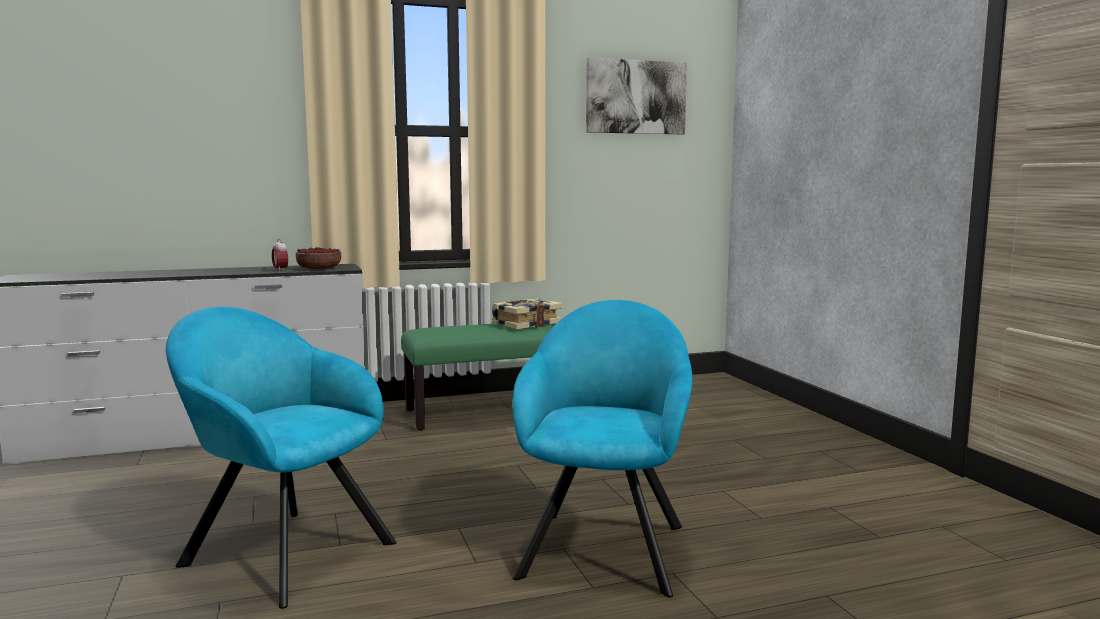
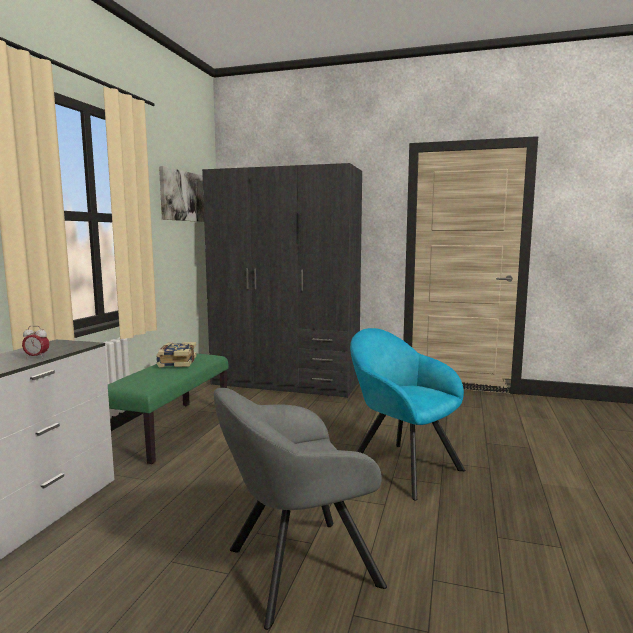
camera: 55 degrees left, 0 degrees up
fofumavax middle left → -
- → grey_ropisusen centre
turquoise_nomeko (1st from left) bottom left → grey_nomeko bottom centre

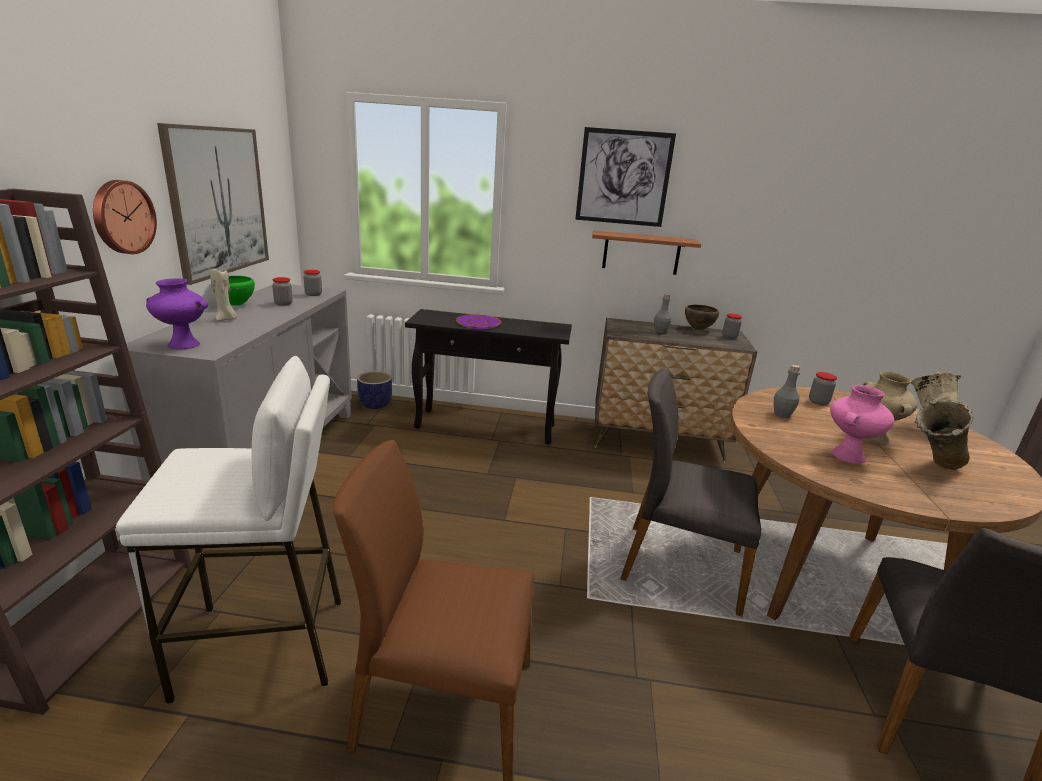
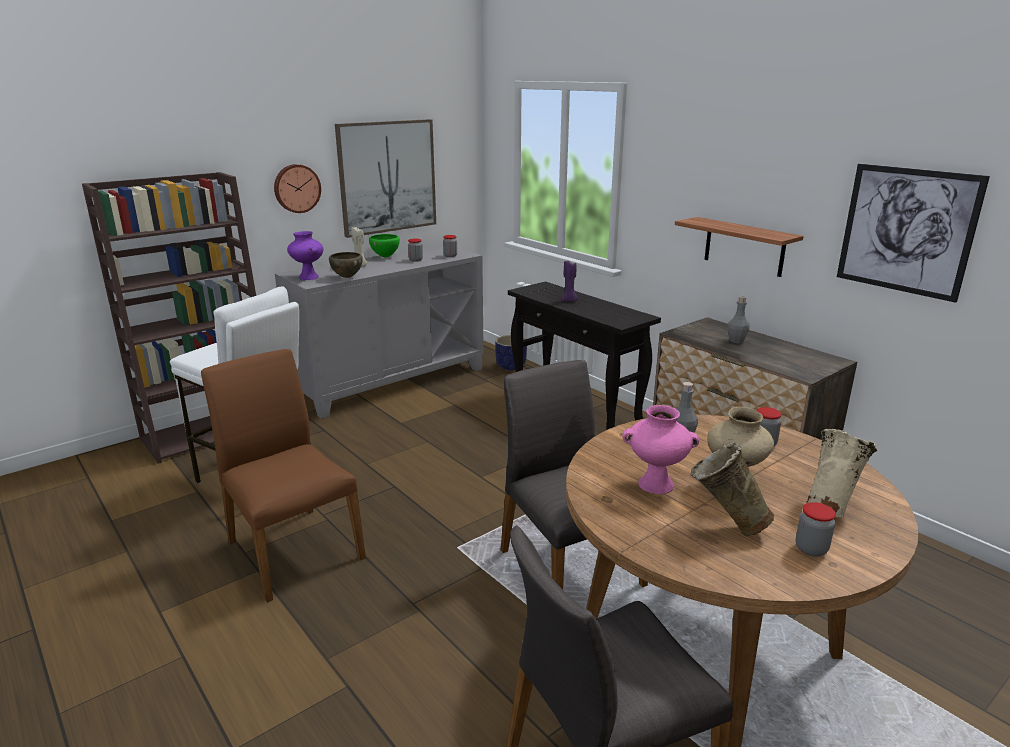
camera: 45 degrees right, 0 degrees up
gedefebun (2nd from left) top centre → gedefebun (2nd from left) top right, moved
brown_fofumavax middle right → brown_fofumavax centre, moved
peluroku (3rd from left in the first image) middle right → peluroku (4th from left) bottom right, moved
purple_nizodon centre → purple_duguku centre

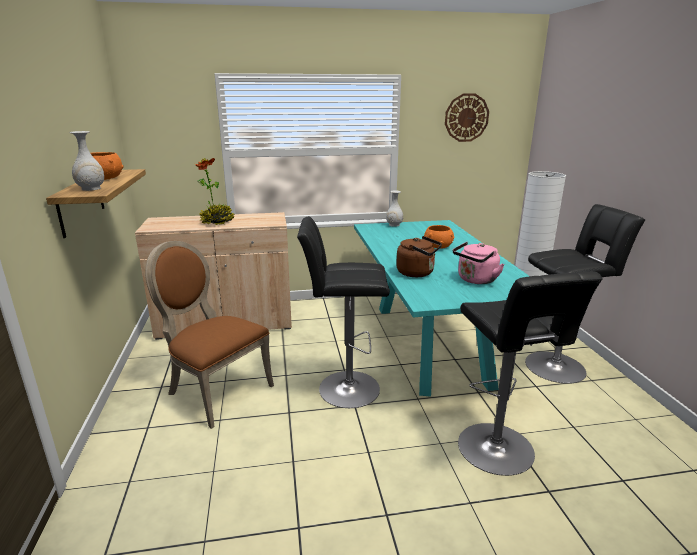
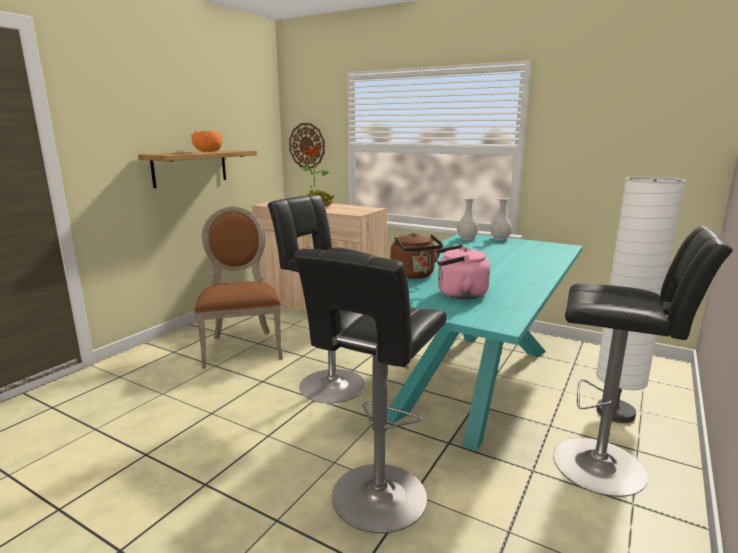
camera: 40 degrees right, 5 degrees down
orange_fofumavax (2nd from left) centre → -
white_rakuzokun (1st from left) top left → white_rakuzokun (1st from left) centre, moved
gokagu top right → gokagu top centre, moved

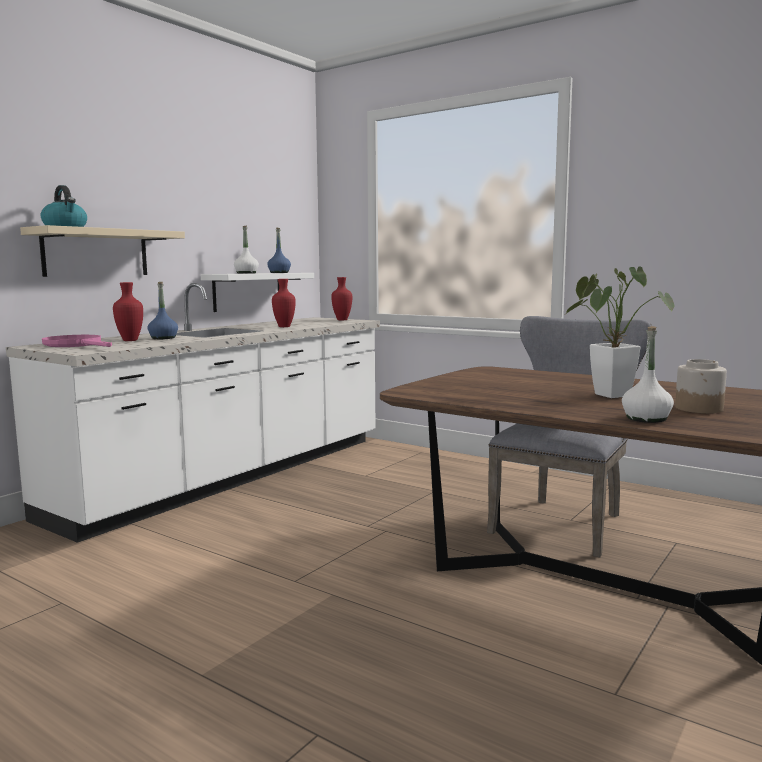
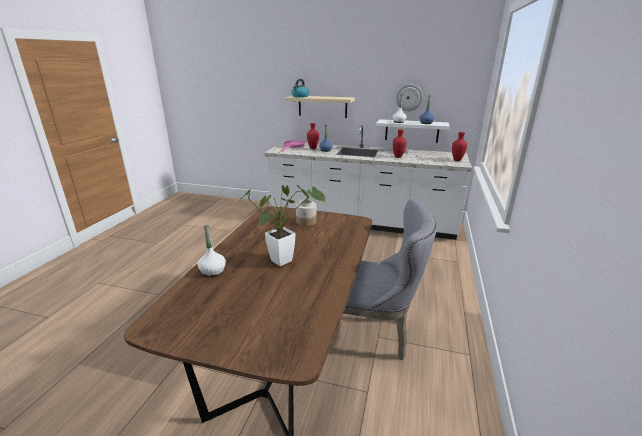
camera: 70 degrees right, 15 degrees up
- → gokagu top centre
peluroku middle right → peluroku centre, moved

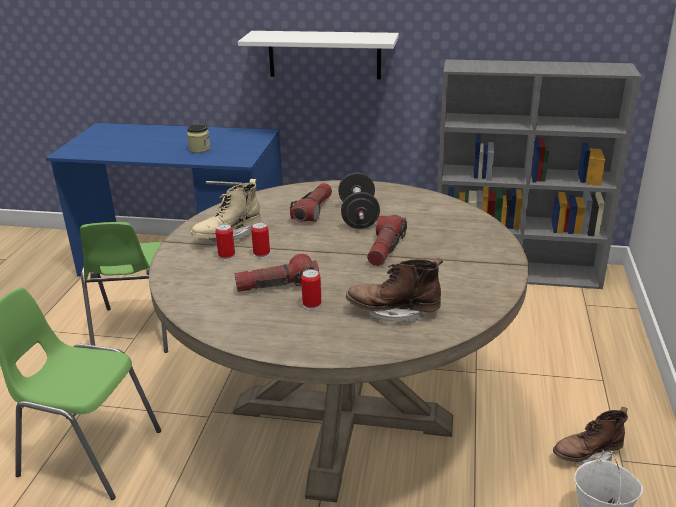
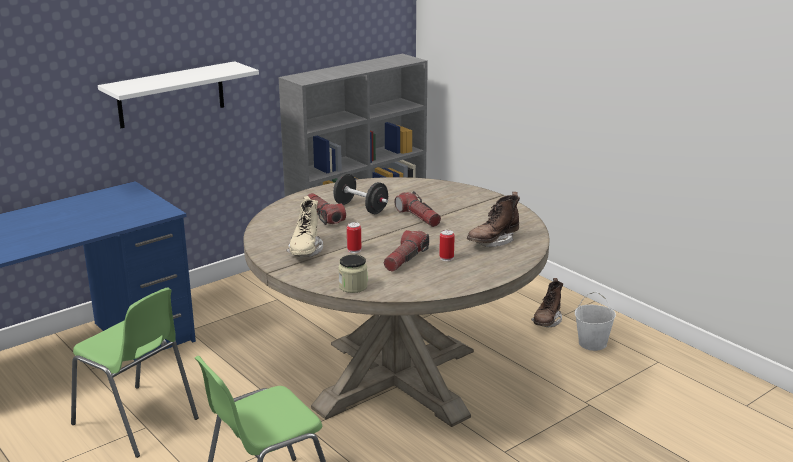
camera: 50 degrees left, 5 degrees down
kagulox (1st from left) middle left → -
peluroku top left → peluroku centre, moved

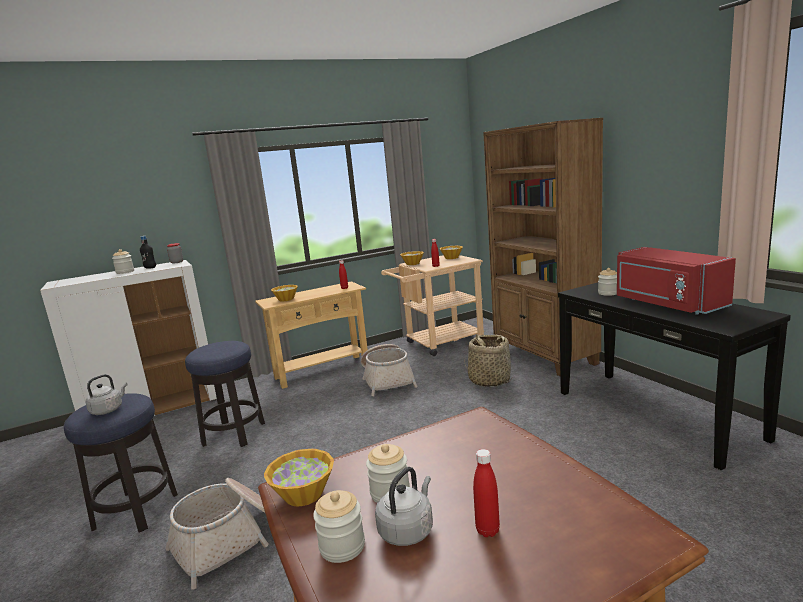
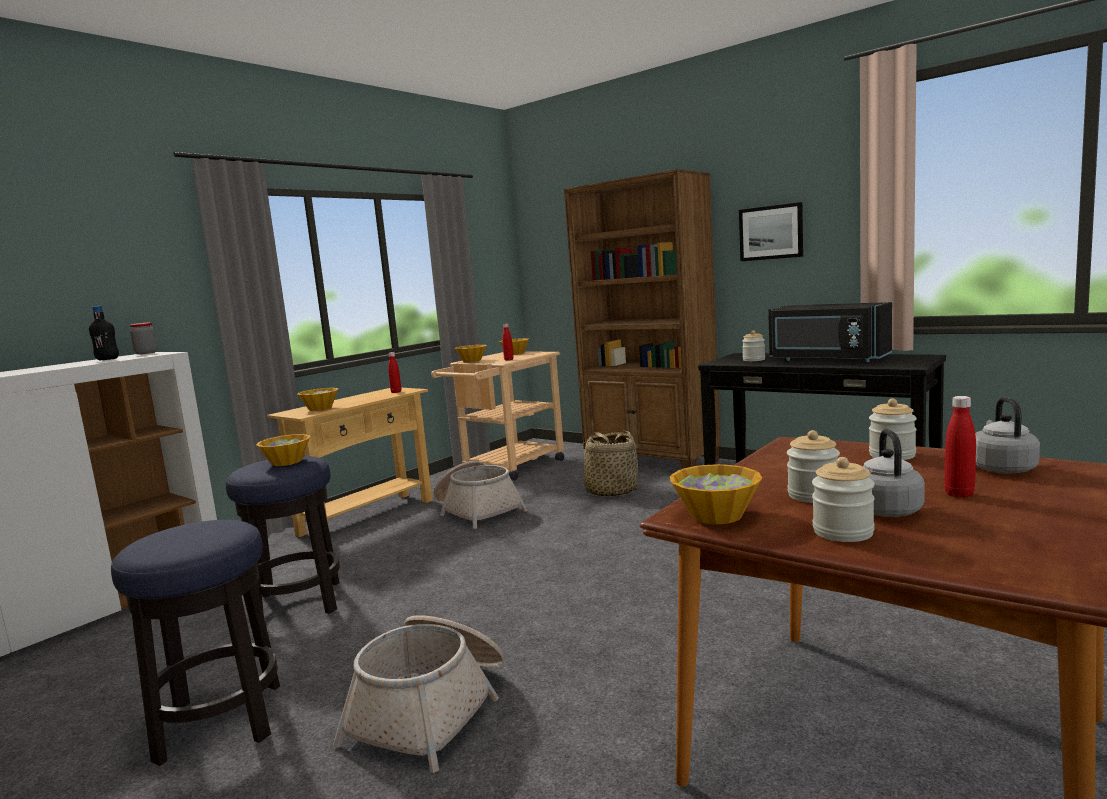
camera: 25 degrees left, 5 degrees down
- → fofumavax (1st from left) middle left
- → gedefebun top right
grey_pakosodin (1st from left in the first image) middle left → grey_pakosodin (2nd from left) middle right, moved
peluroku (1st from left in the first image) middle left → peluroku (5th from left) middle right, moved
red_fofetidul middle right → black_fofetidul middle right

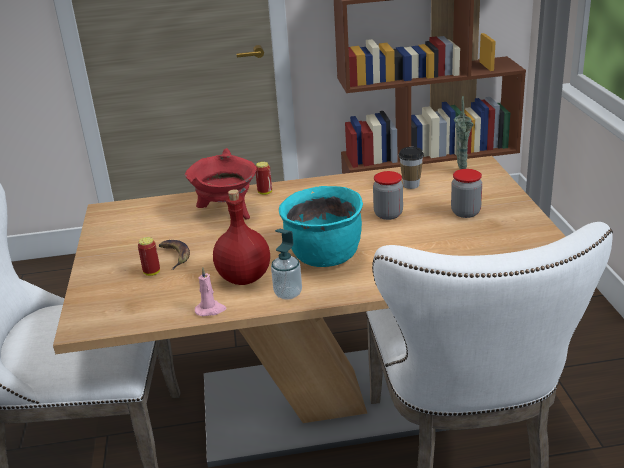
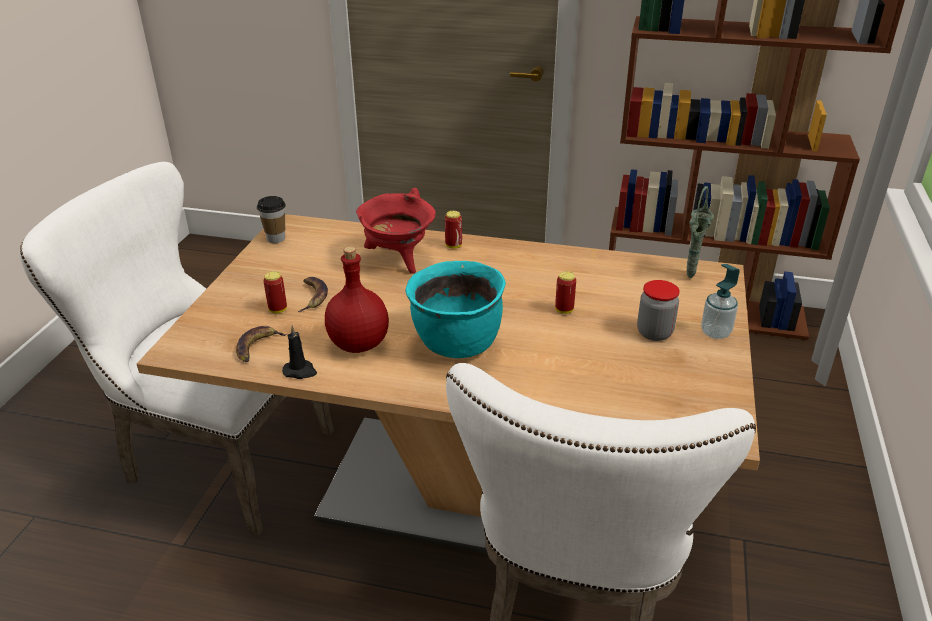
camera: 20 degrees right, 5 degrees up
- → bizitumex (1st from left) middle left
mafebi centre → mafebi middle right, moved
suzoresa centre → suzoresa middle left, moved
peluroku (1st from left) centre → kagulox (3rd from left) centre
pink_duguku centre → black_duguku middle left

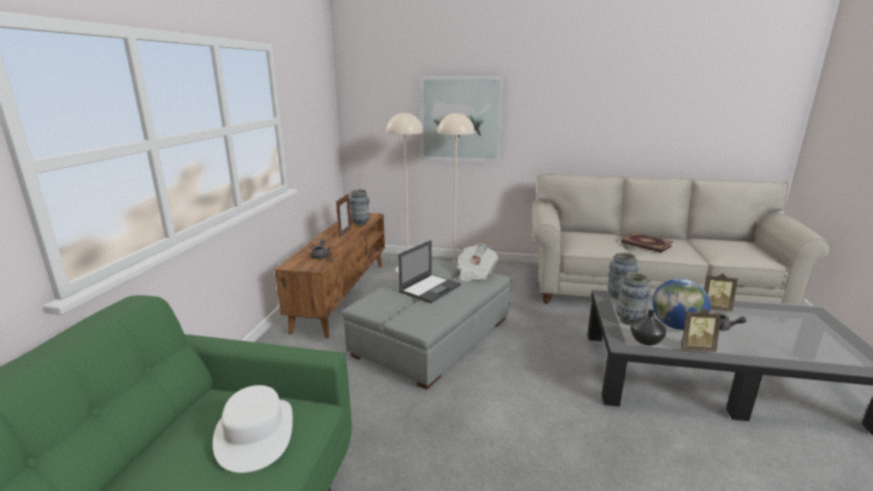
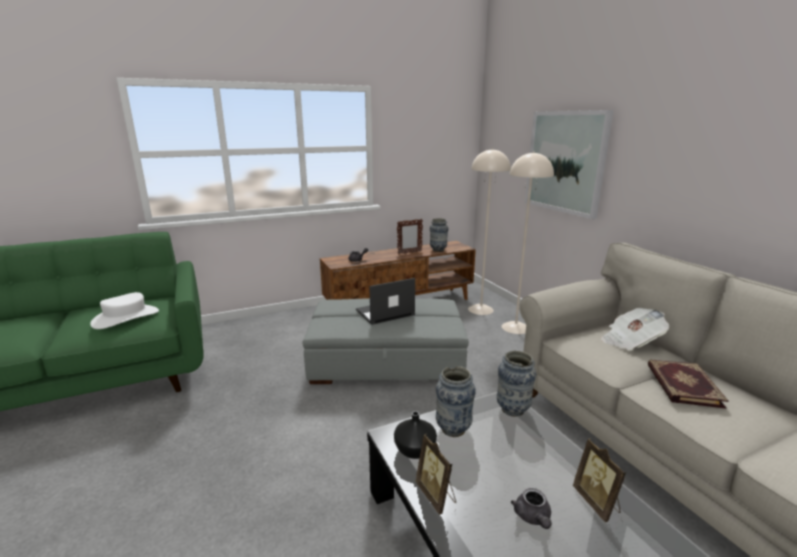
camera: 55 degrees right, 0 degrees up
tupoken middle right → -
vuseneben centre → vuseneben middle right, moved
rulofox centre, 150 degrees clockwise

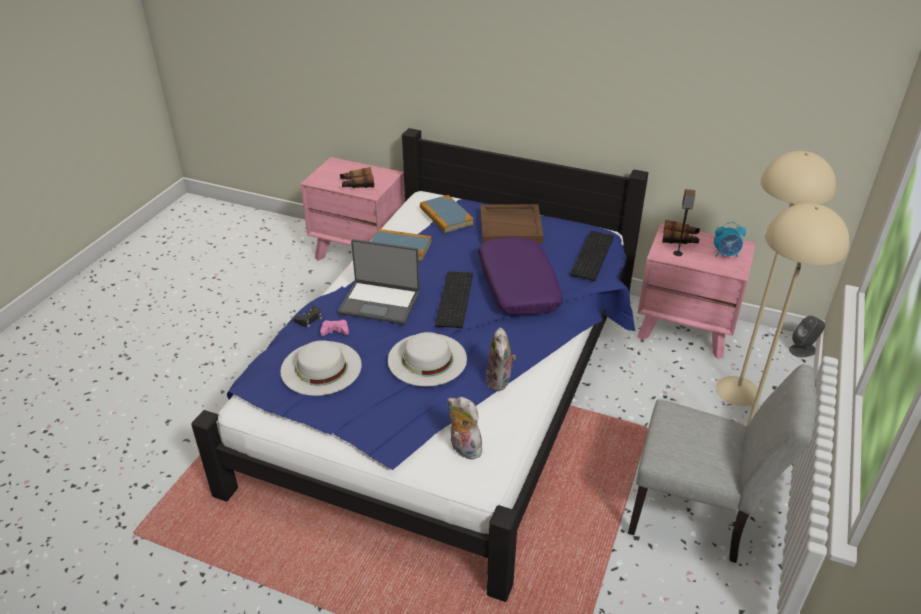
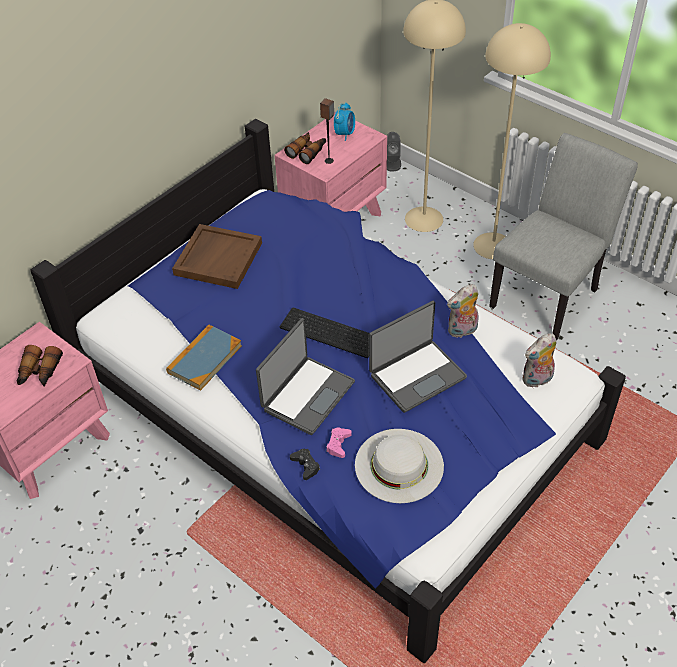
camera: 70 degrees left, 10 degrees up
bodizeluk (2nd from left) centre → -
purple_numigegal centre → -
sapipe (2nd from left) centre → -
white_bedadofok (2nd from left) centre → rulofox (2nd from left) centre
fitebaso (2nd from left in the first image) centre → fitebaso (1st from left) middle right, 135 degrees clockwise

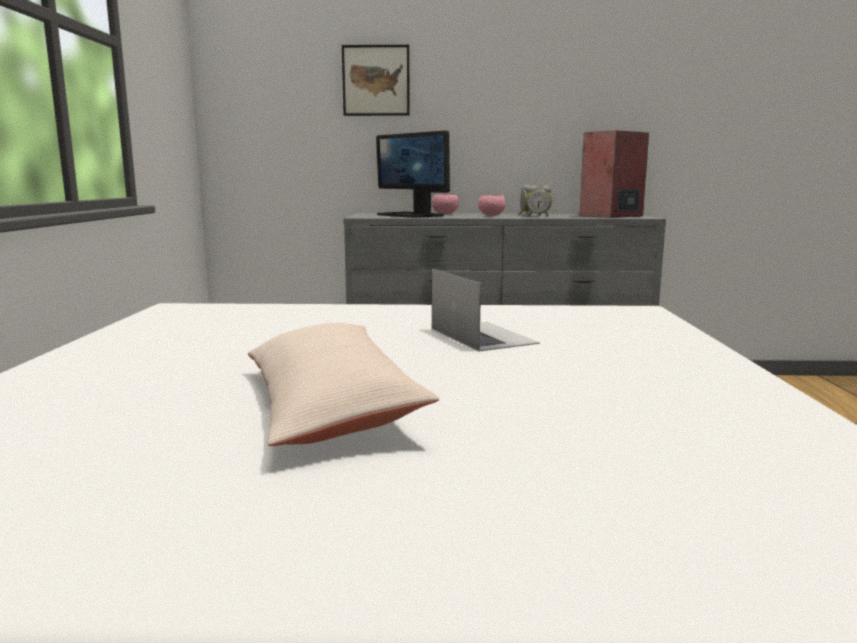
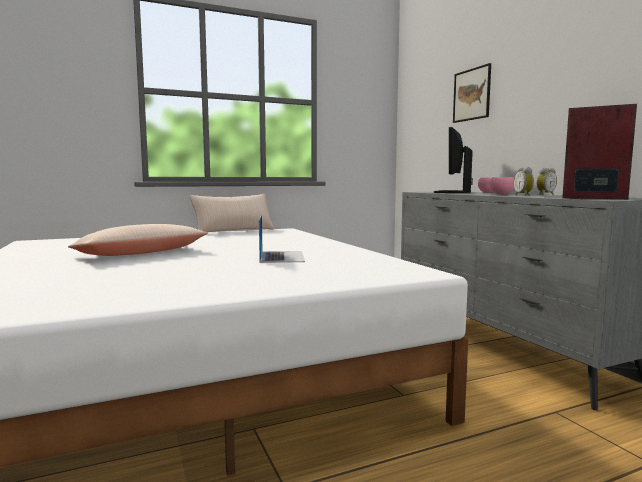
camera: 65 degrees right, 5 degrees down
- → beige_numigegal (2nd from left) centre
rulofox centre, 45 degrees counterclockwise

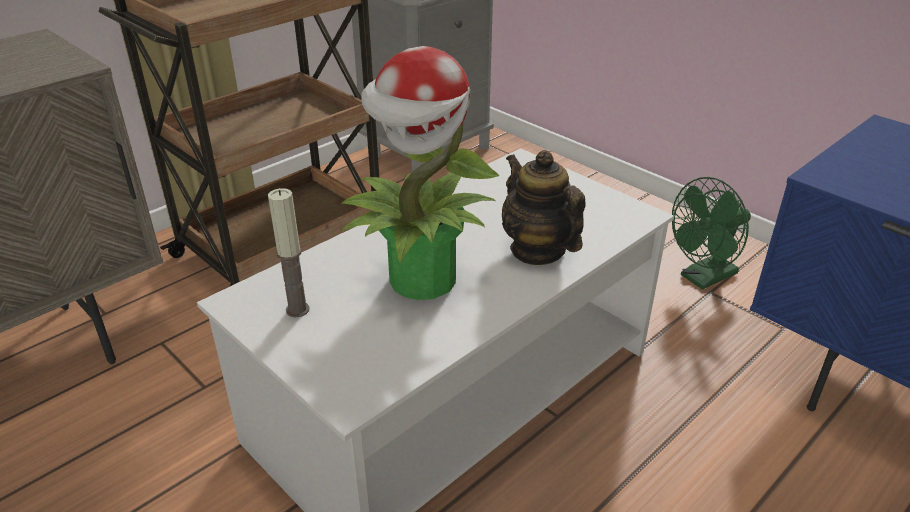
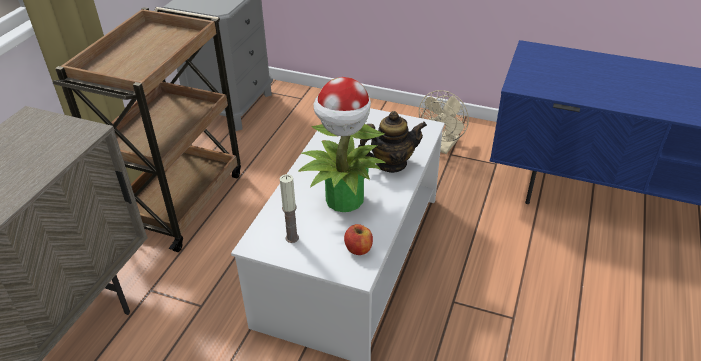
camera: 25 degrees left, 5 degrees up
- → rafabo centre
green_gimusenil middle right → beige_gimusenil centre
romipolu centre, 135 degrees clockwise

